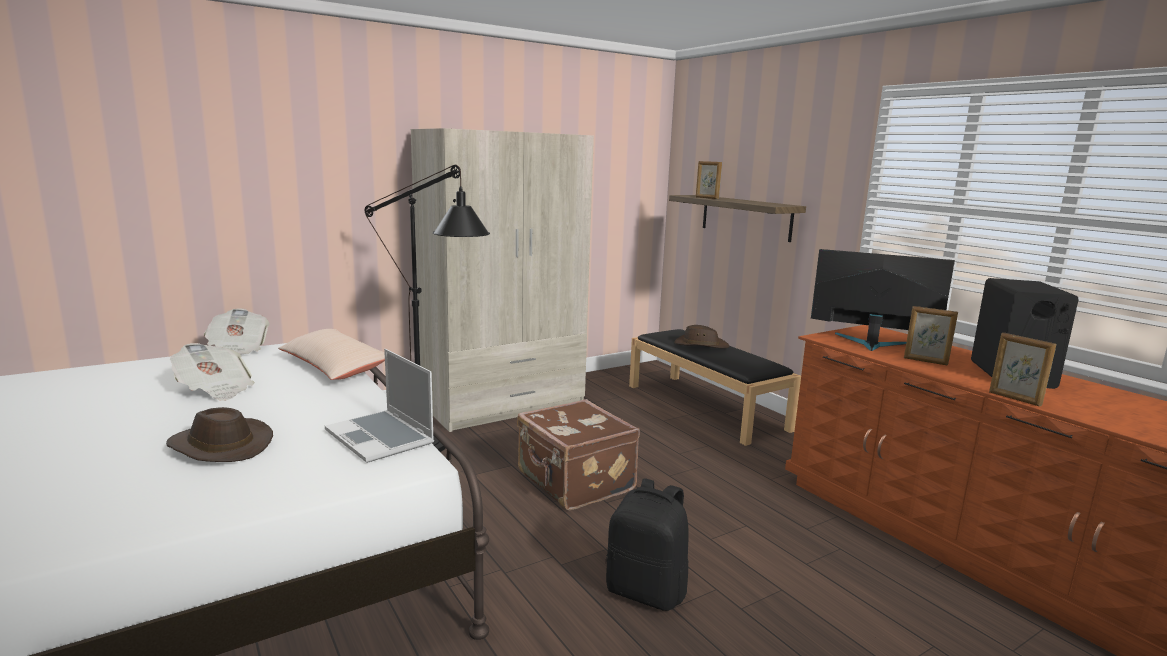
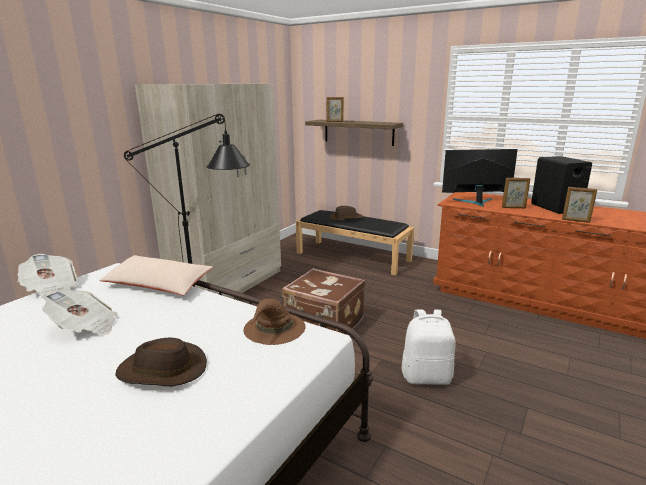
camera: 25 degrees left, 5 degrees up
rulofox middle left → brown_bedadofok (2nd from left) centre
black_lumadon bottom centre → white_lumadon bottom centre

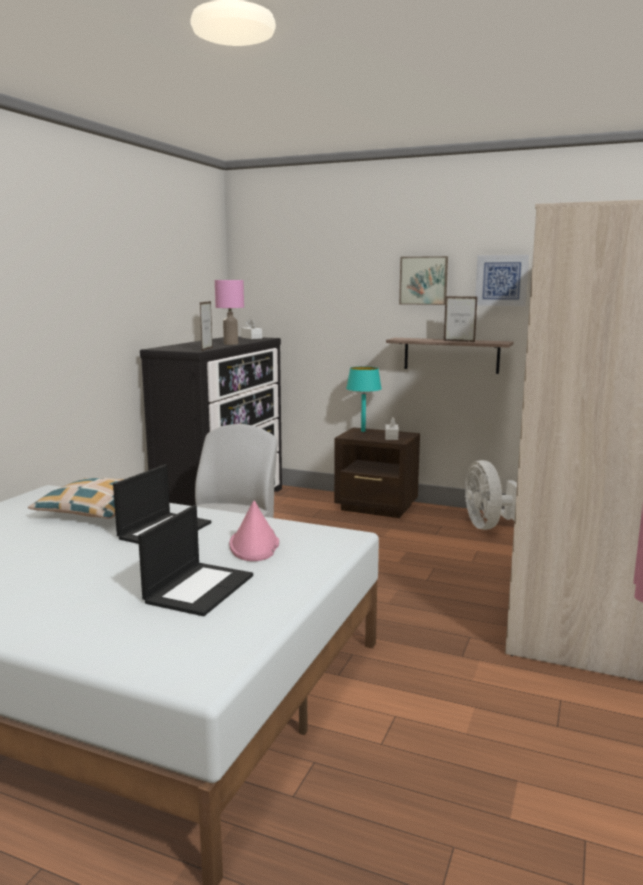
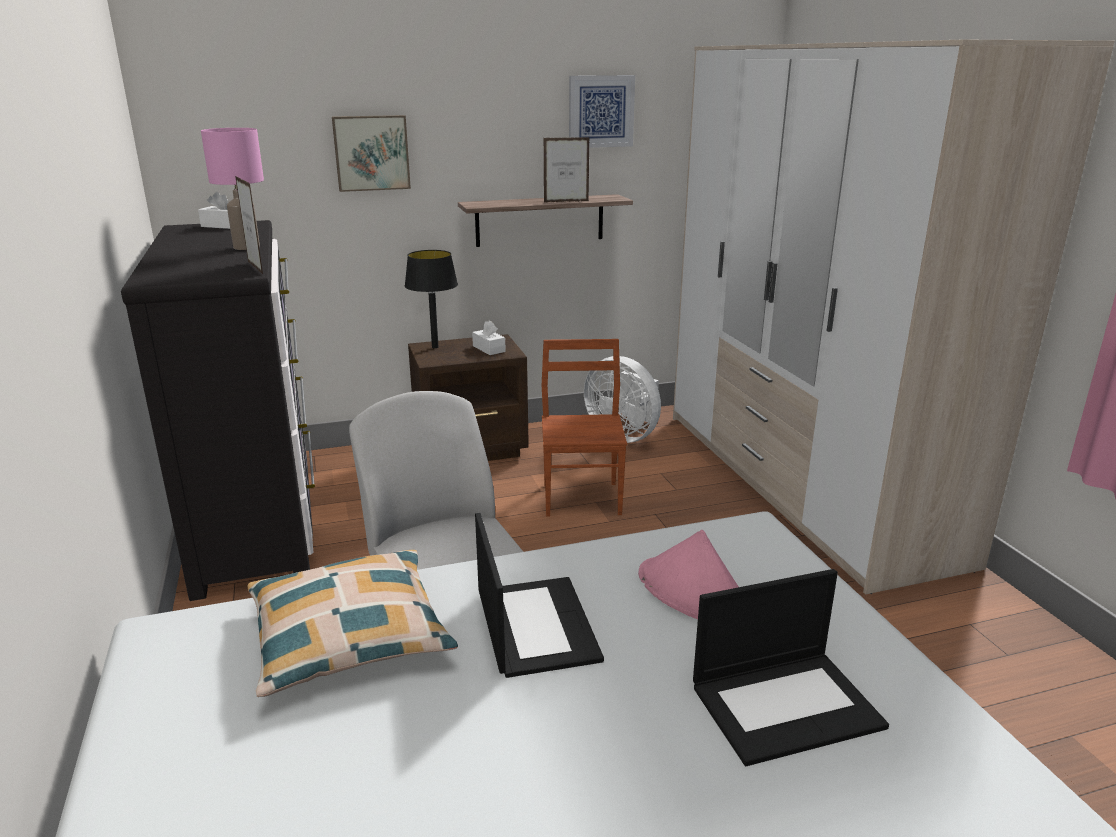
camera: 40 degrees left, 10 degrees up
- → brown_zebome centre
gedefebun (1st from left) top centre → gedefebun (1st from left) top left, moved
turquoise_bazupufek centre → black_bazupufek centre
rulofox (2nd from left) middle left → rulofox (2nd from left) bottom right, 90 degrees clockwise

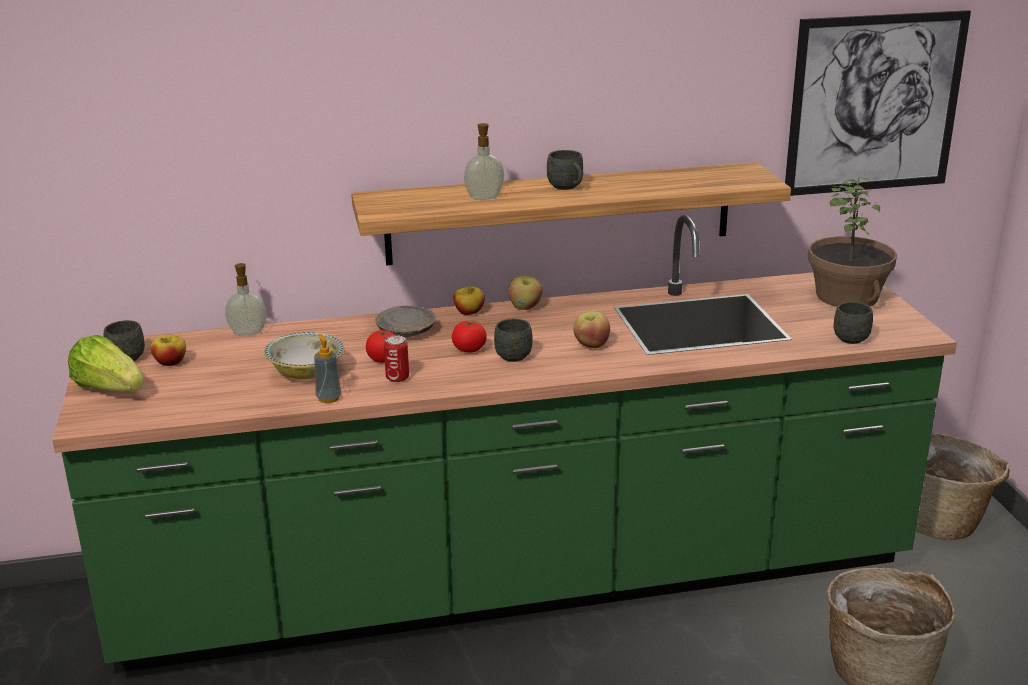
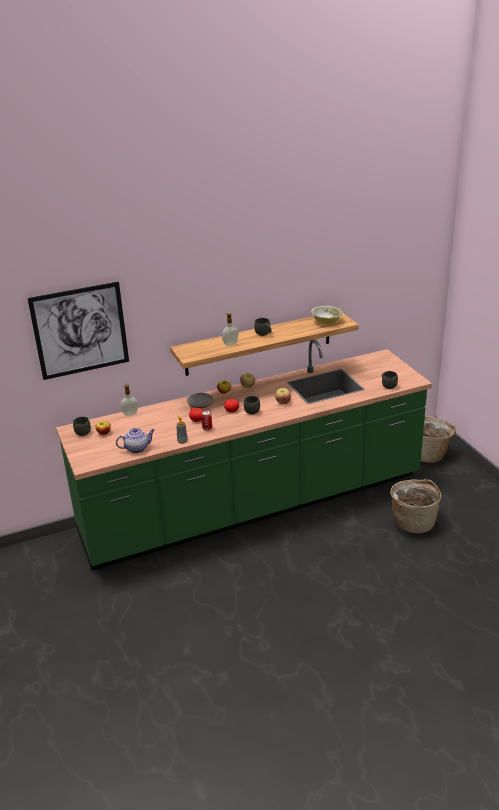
camera: 10 degrees left, 5 degrees up
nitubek middle left → -
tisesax middle right → -
- → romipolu middle left
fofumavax middle left → fofumavax centre, moved
gedefebun top right → gedefebun middle left, moved

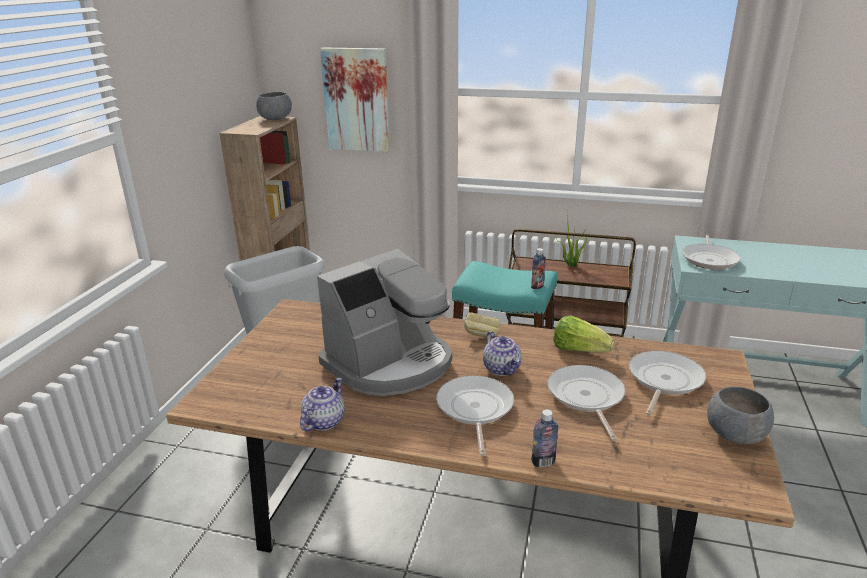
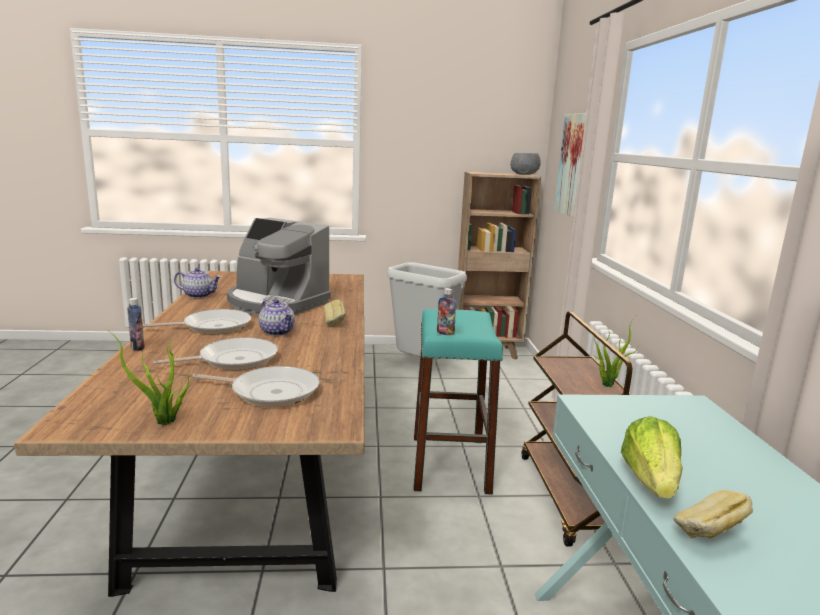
camera: 70 degrees right, 10 degrees down
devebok (4th from left) middle right → -
- → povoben (2nd from left) bottom right
nitubek middle right → nitubek bottom right, moved
grey_fofumavax (2nd from left) bottom right → tisesax (1st from left) middle left
romipolu (2nd from left) centre, 90 degrees counterclockwise

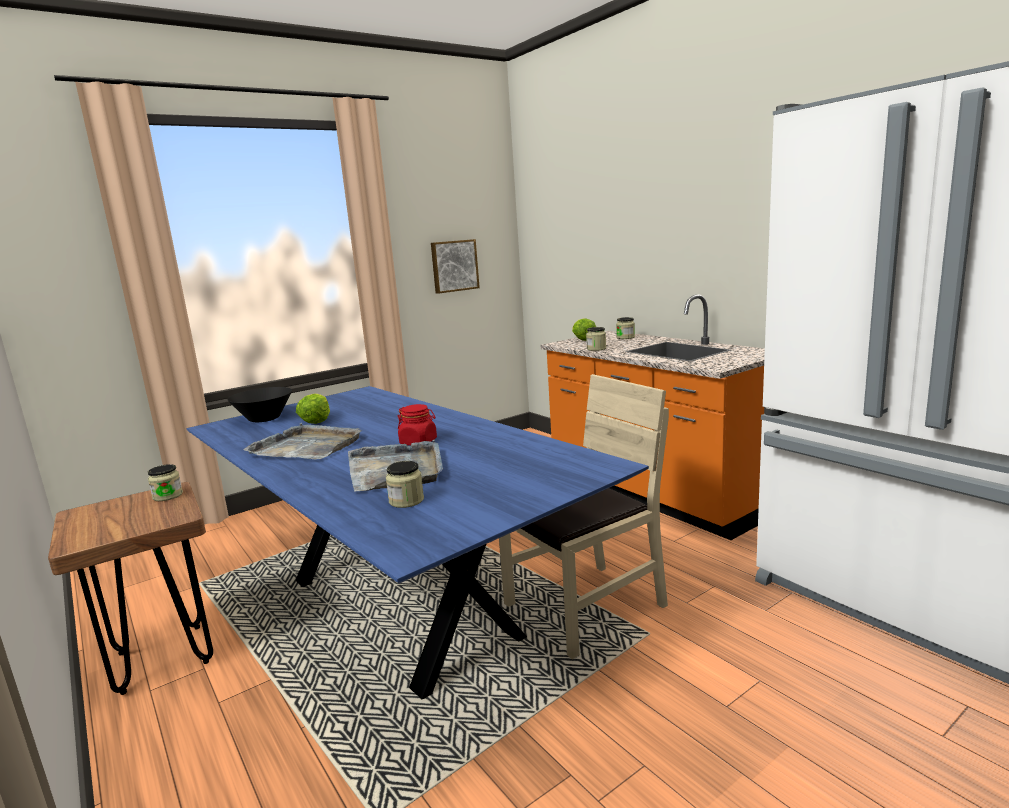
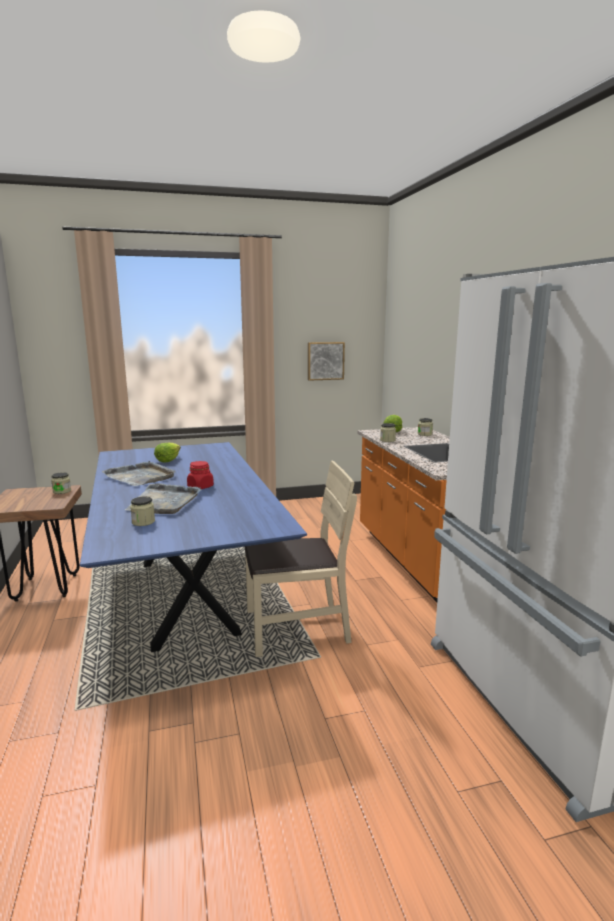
camera: 20 degrees right, 0 degrees up
black_fofumavax middle left → -

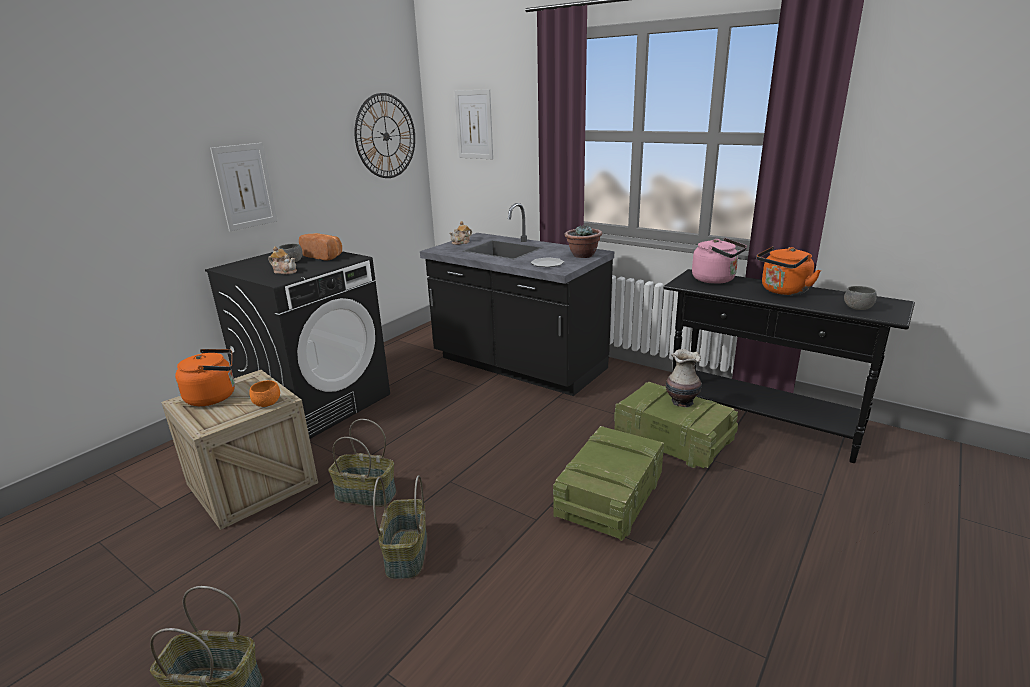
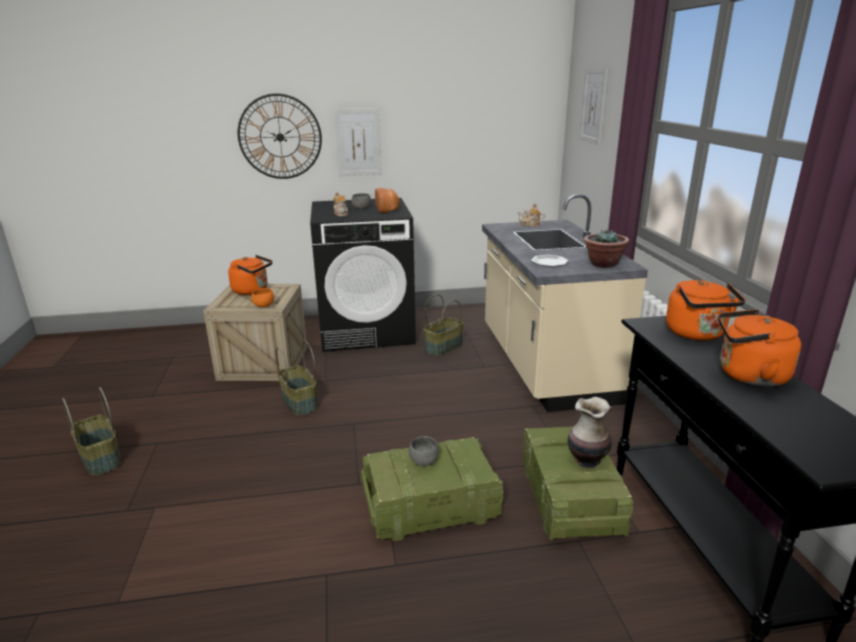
camera: 45 degrees right, 0 degrees up
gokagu top centre → gokagu top left, moved
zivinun (3rd from left) bottom centre → zivinun (3rd from left) centre, moved
grey_fofumavax (2nd from left) middle right → grey_fofumavax (2nd from left) bottom centre, moved
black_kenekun centre → beige_kenekun centre
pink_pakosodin middle right → orange_pakosodin (2nd from left) middle right

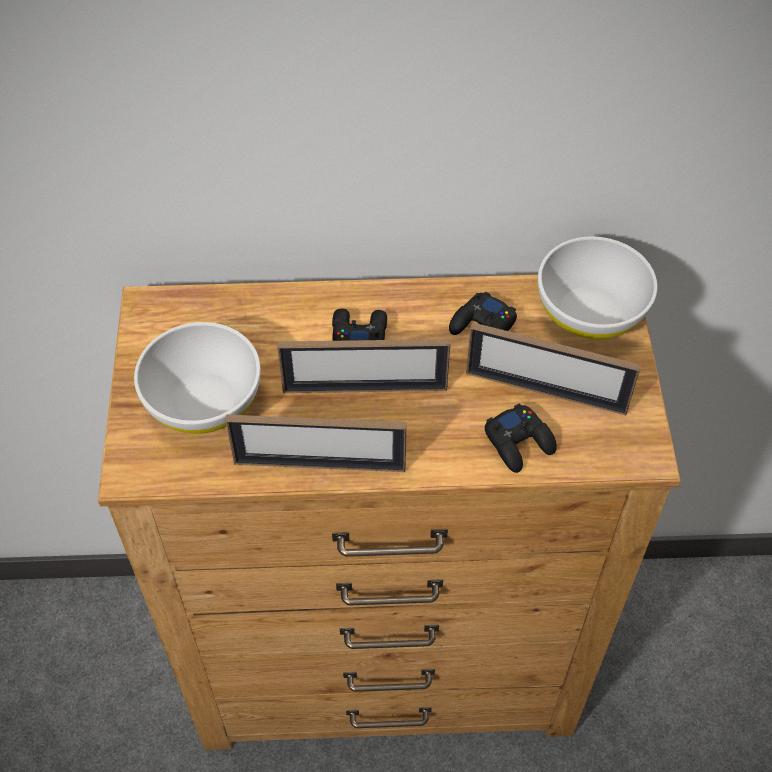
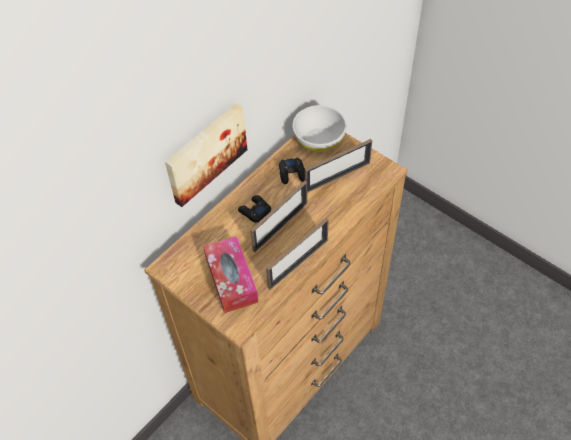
camera: 45 degrees left, 0 degrees up
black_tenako (3rd from left) middle right → -
- → gedefebun centre
white_fofumavax (1st from left) middle left → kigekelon centre

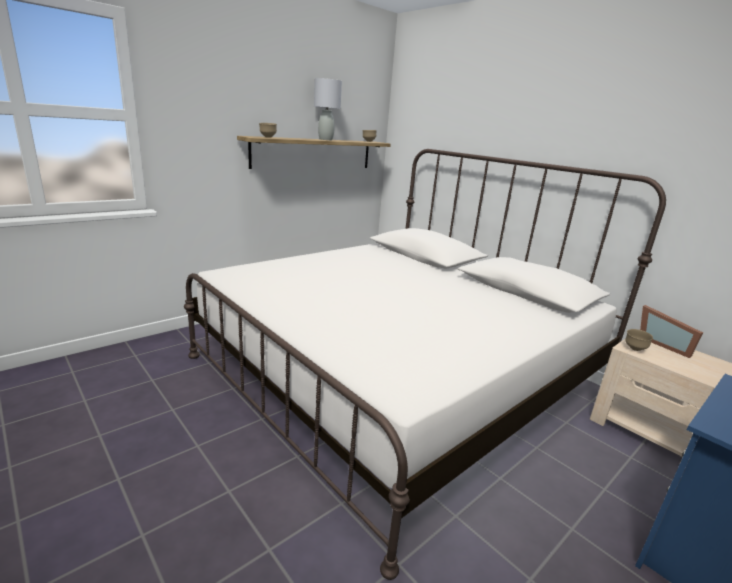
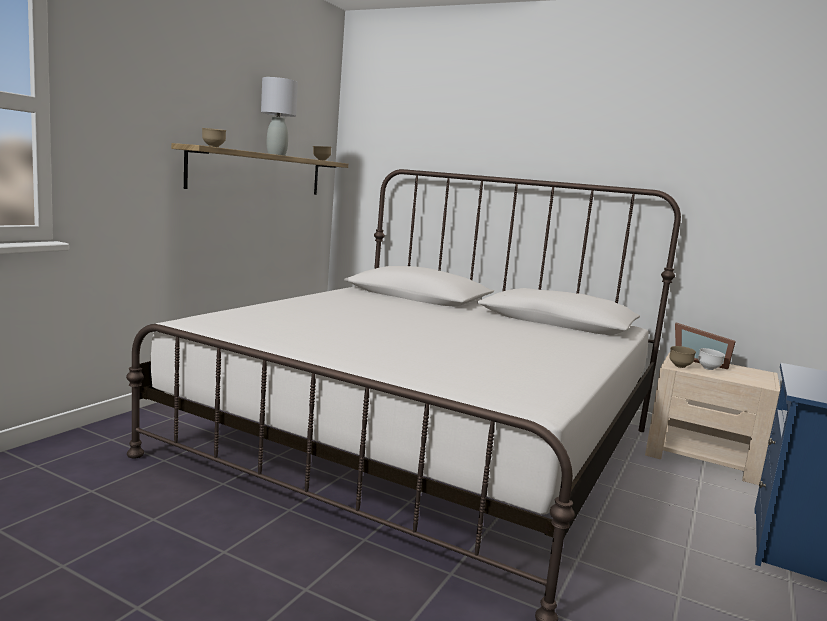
camera: 20 degrees left, 10 degrees down
- → white_fofumavax middle right

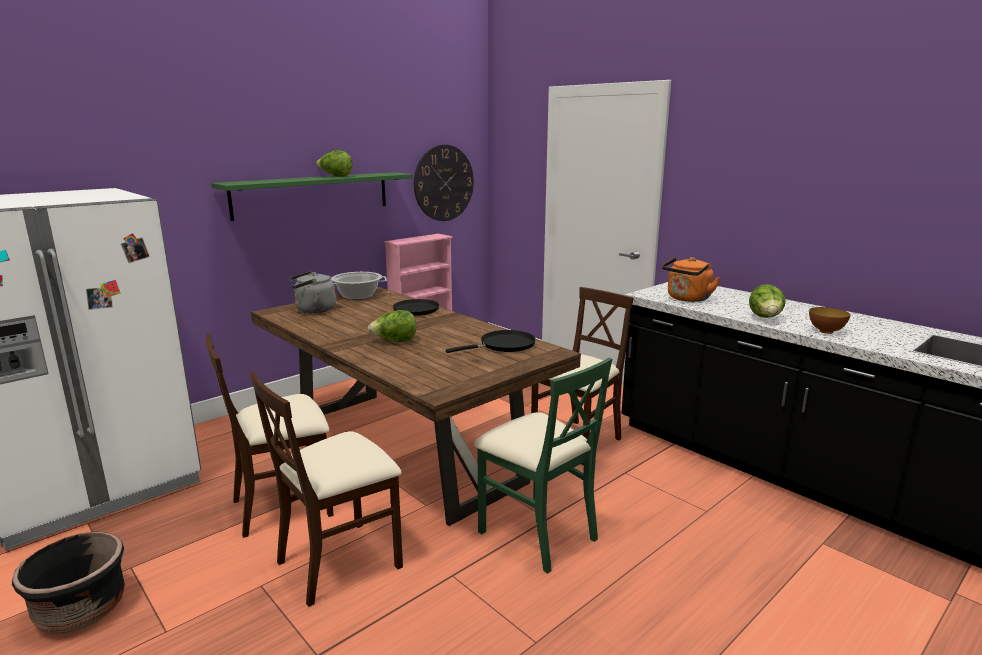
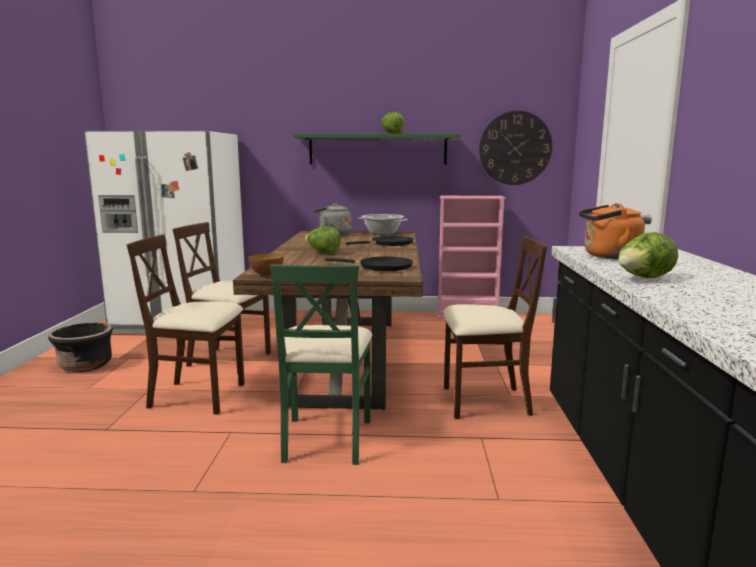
camera: 45 degrees right, 5 degrees down
fofumavax middle right → fofumavax centre, moved

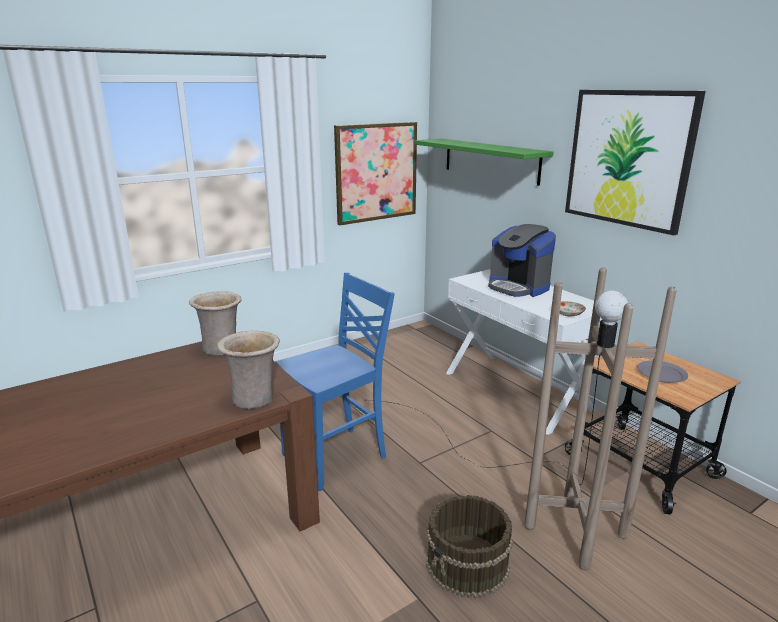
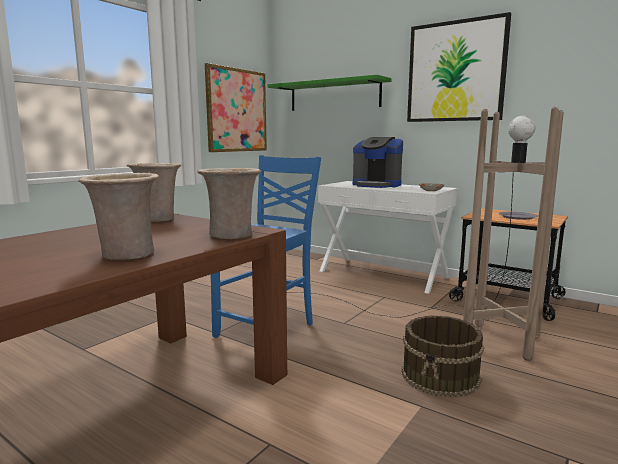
camera: 20 degrees left, 10 degrees down
- → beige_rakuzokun (1st from left) middle left

